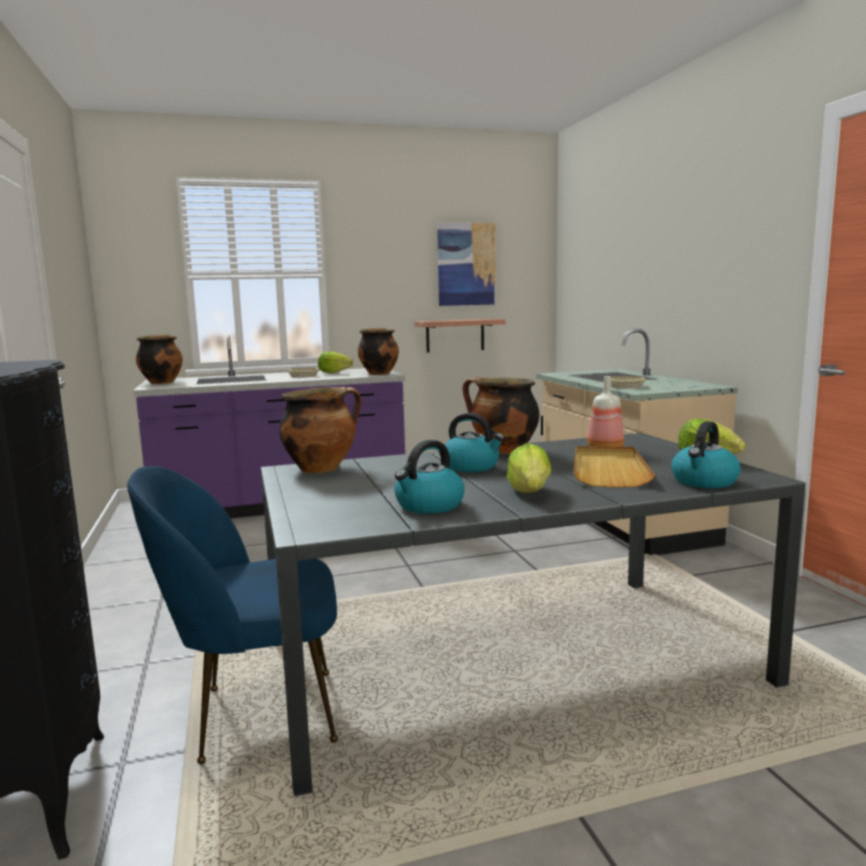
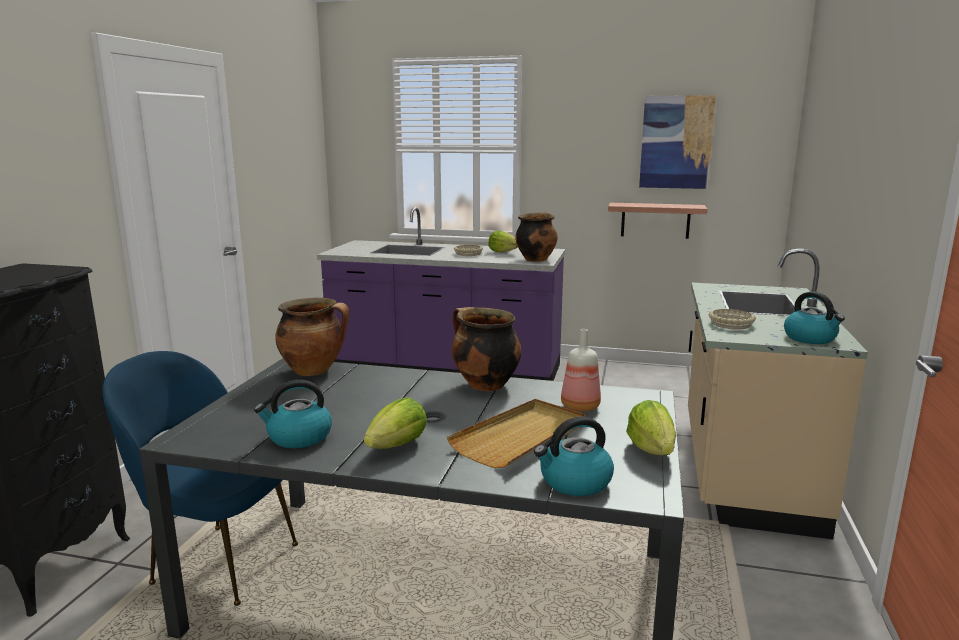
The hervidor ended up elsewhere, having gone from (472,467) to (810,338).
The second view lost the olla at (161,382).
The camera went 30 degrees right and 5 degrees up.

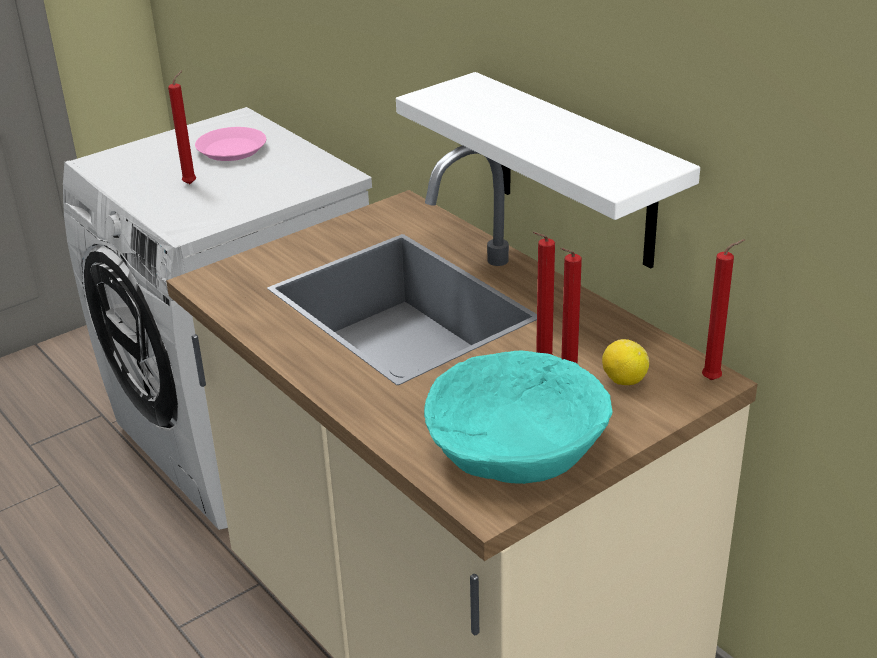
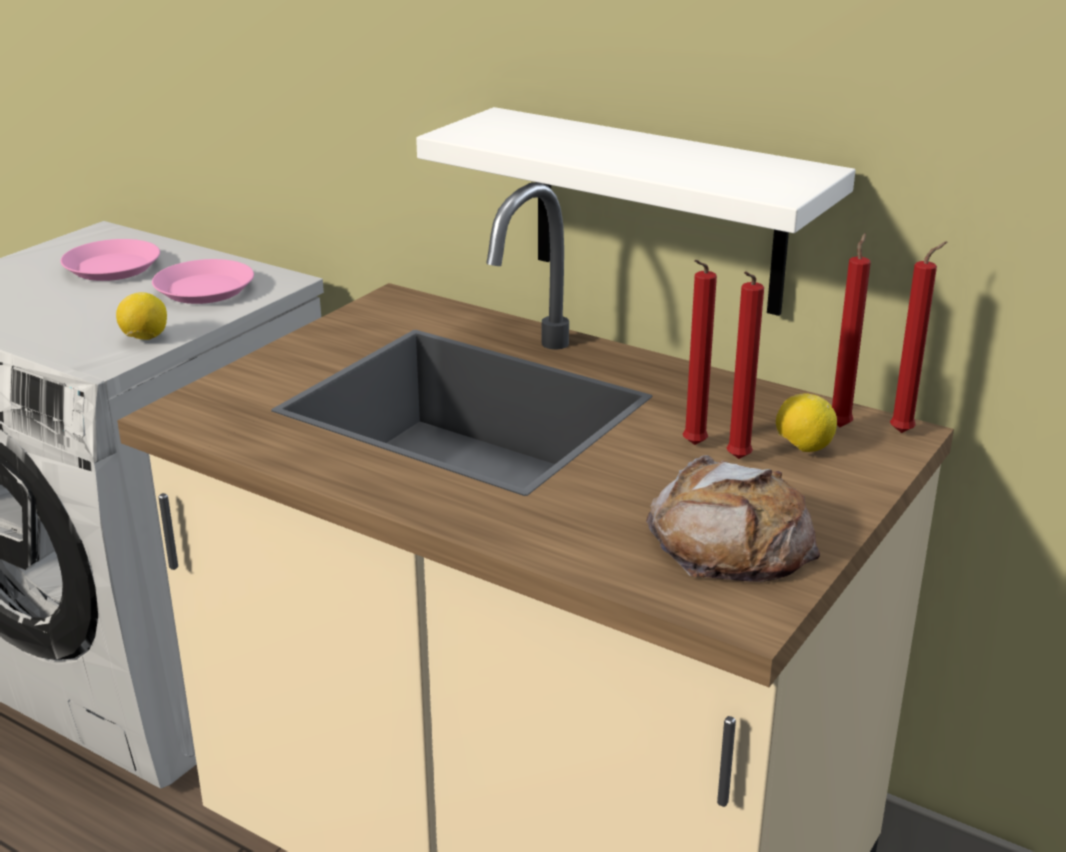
The second view gained the limón at (145,338).
The second view gained the plato [rosa] at (204,289).
Where the cuenco [turquesa] stood at (518,446), the pan came to stand at (732,539).
The vela [rojo] ended up elsewhere, having gone from (191,183) to (840,425).
The camera went 20 degrees left and 5 degrees down.

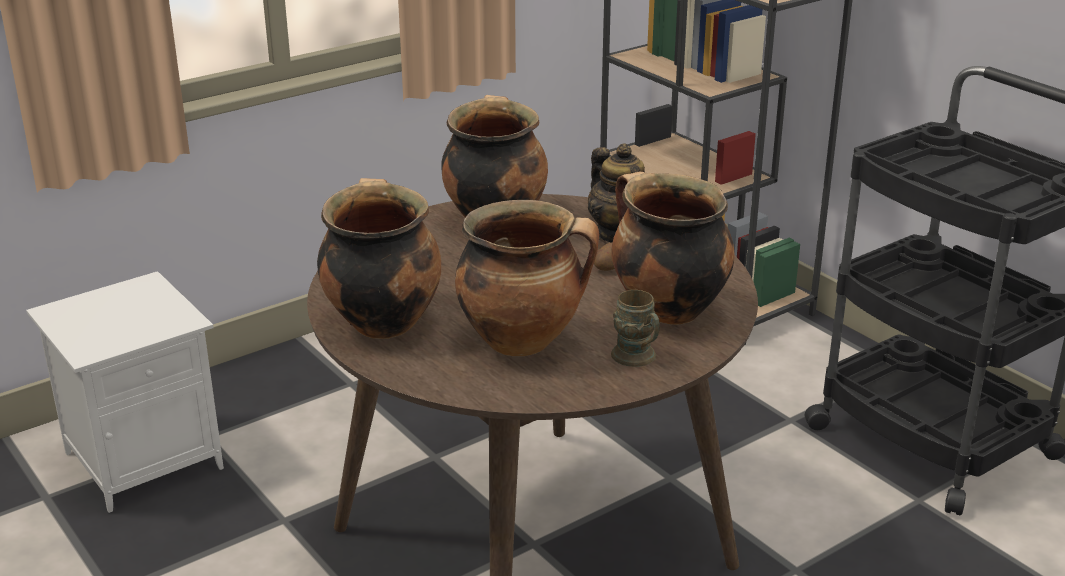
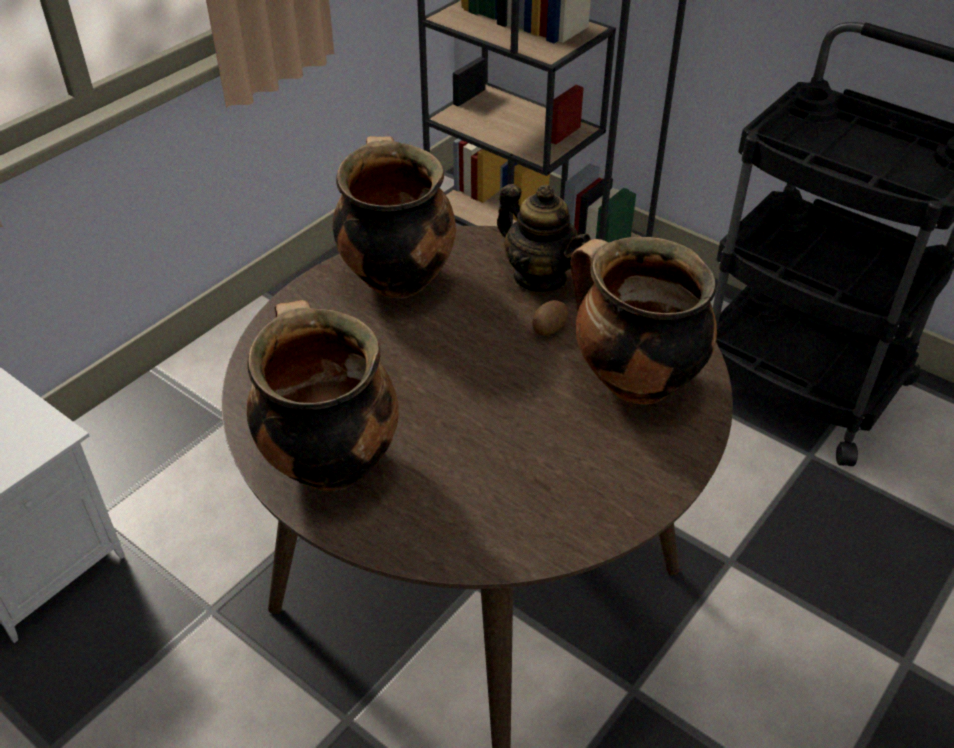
The second view lost the olla at (523,341).
The second view lost the taza grande [marrón] at (638,359).
The camera went 15 degrees left and 15 degrees up.

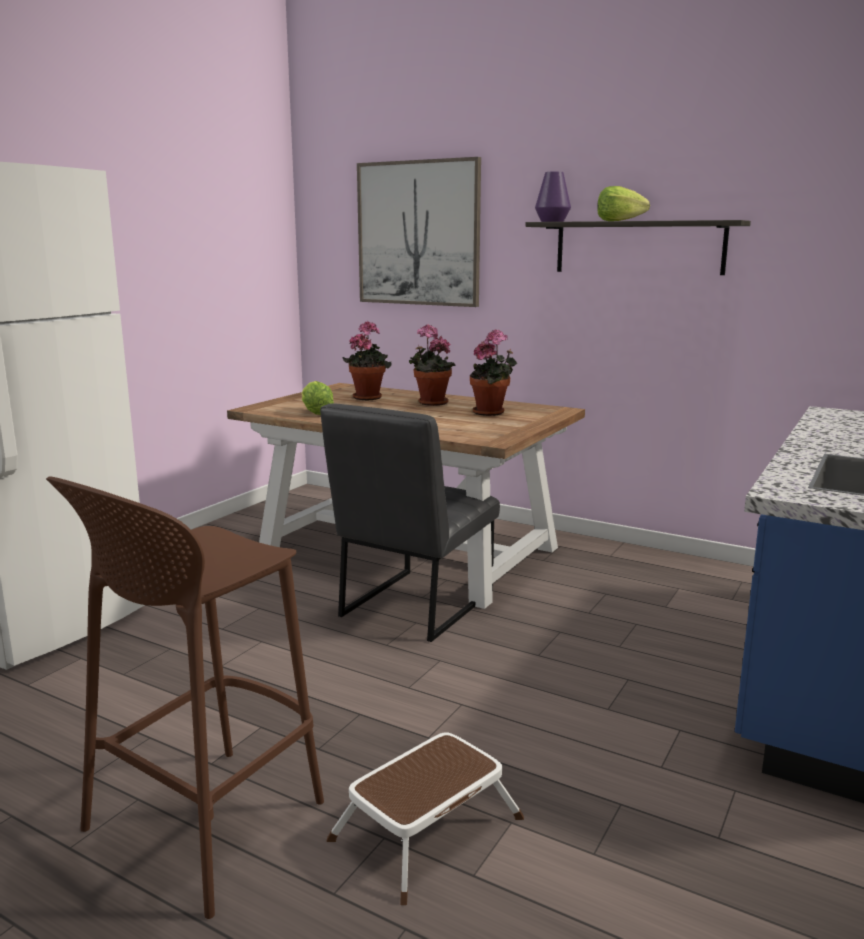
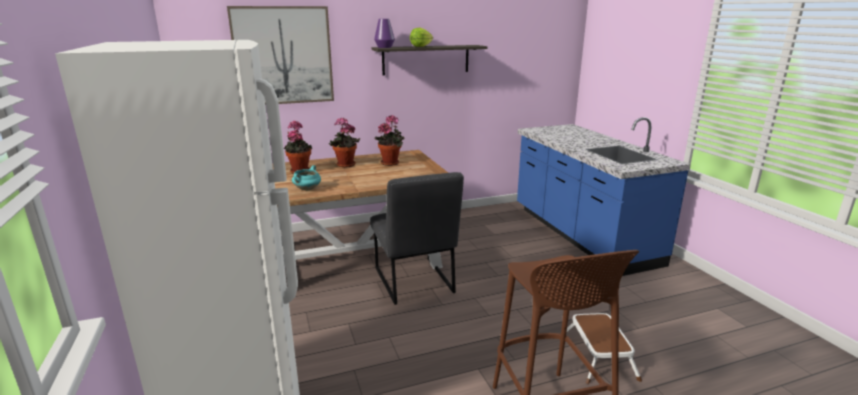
Where the lechuga stood at (316,412), the olla [turquesa] came to stand at (307,189).
The camera went 50 degrees left and 5 degrees up.

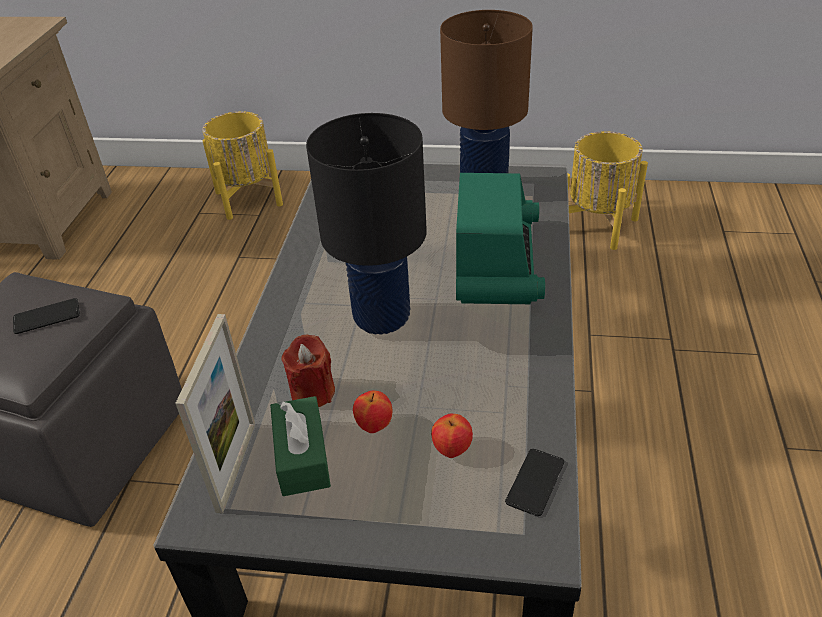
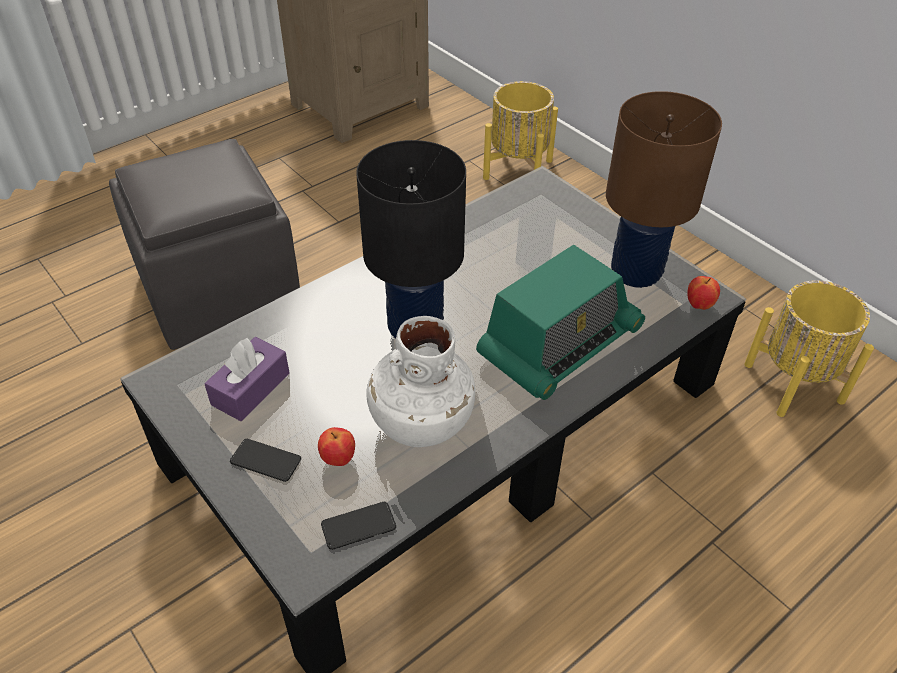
What was the caja de pañuelos [verde] at (302,457) turned into the caja de pañuelos [morado] at (250,389).
The móvil ended up elsewhere, having gone from (47,317) to (265,460).
The second view gained the florero [blanco] at (420,421).
The manzana ended up elsewhere, having gone from (374,426) to (699,305).
The second view lost the portarretratos at (236,465).
The second view lost the vela [rojo] at (312,392).
The camera went 40 degrees right and 5 degrees up.

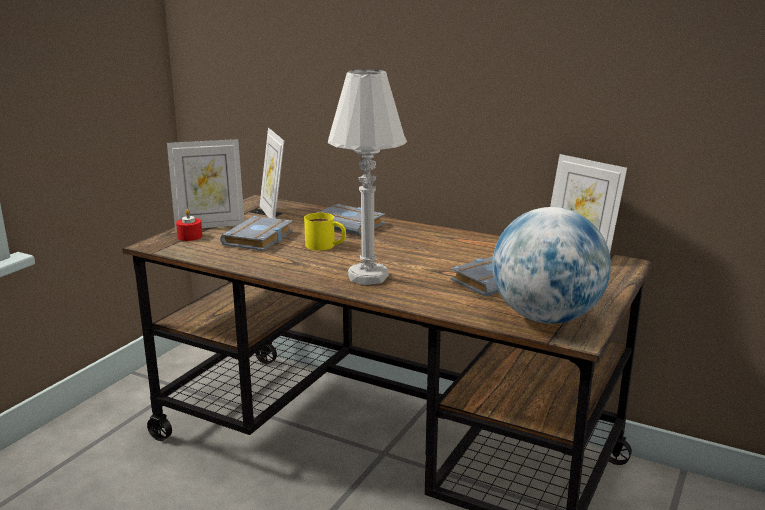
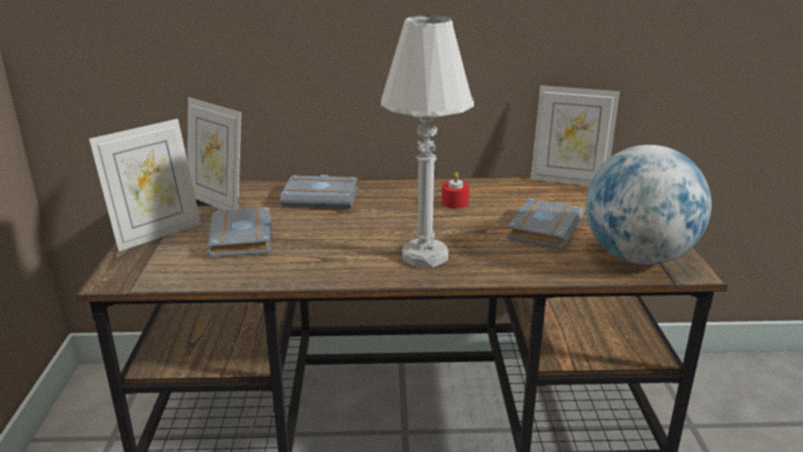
The vela [rojo] ended up elsewhere, having gone from (190,236) to (455,202).
The second view lost the taza grande [amarillo] at (325,245).
The camera went 30 degrees left and 5 degrees up.

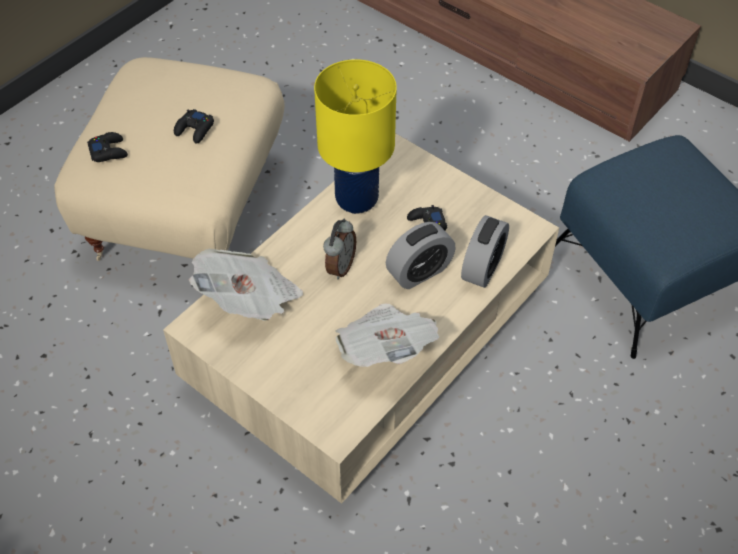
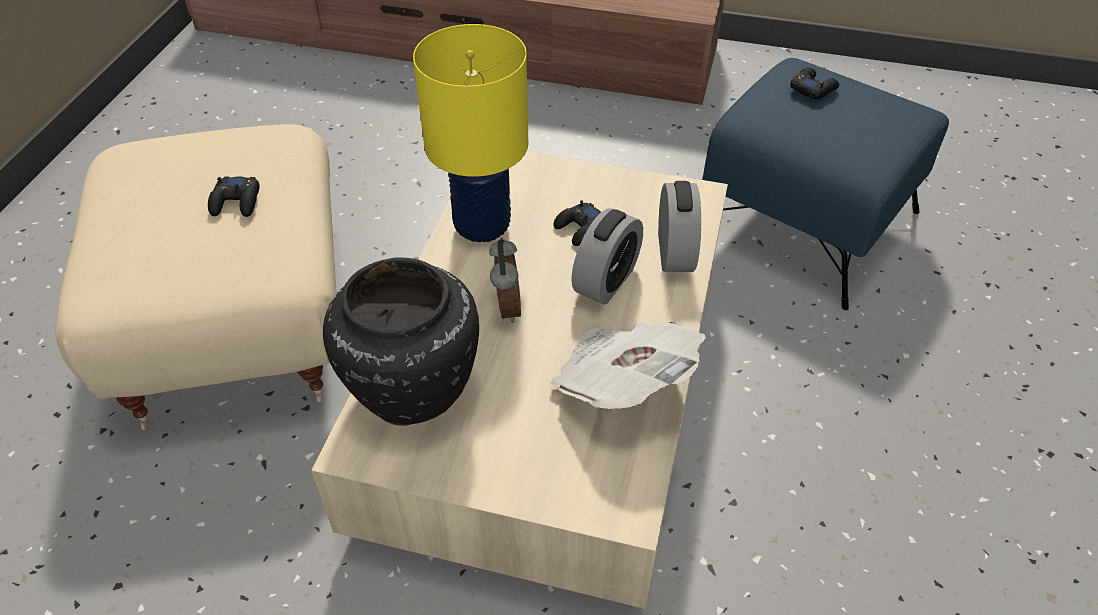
Where the periódico stood at (250,300), the florero [negro] came to stand at (413,388).
The mando de consola [negro] ended up elsewhere, having gone from (109,151) to (812,88).
The camera went 25 degrees left and 5 degrees down.

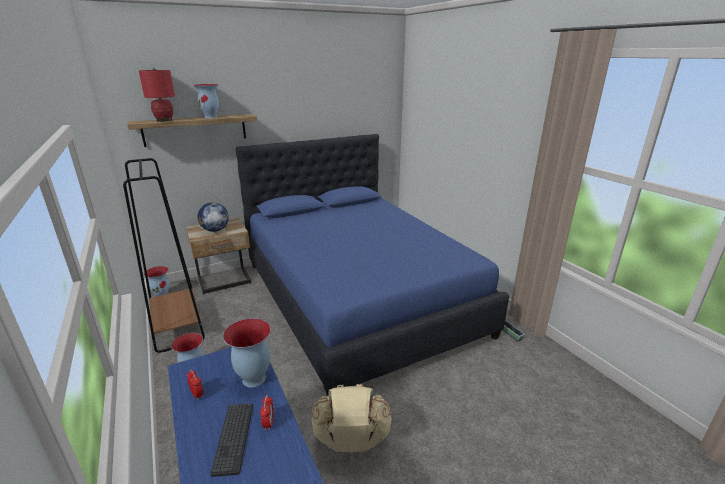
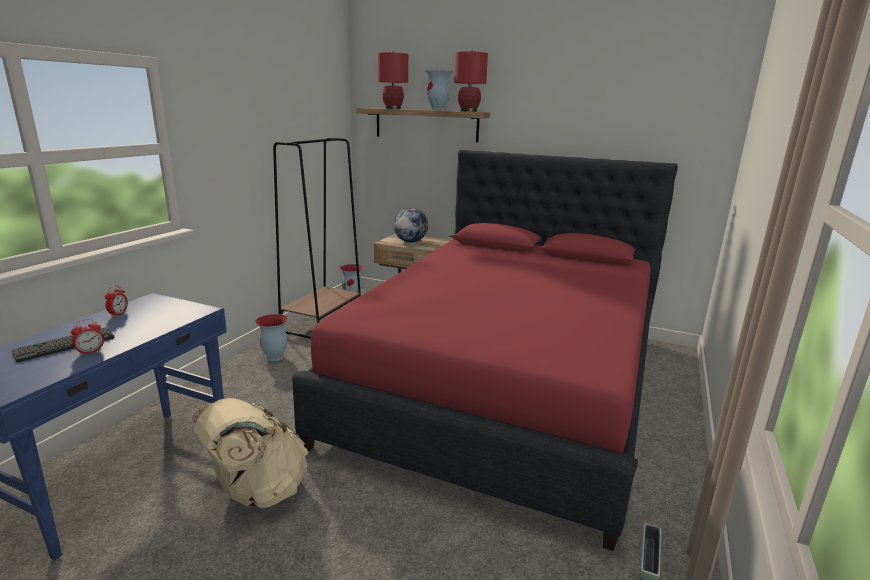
What was the cama [azul] at (358,297) turned into the cama [rojo] at (506,384).
The second view gained the lámpara de mesa [rojo] at (468,111).
The second view lost the florero at (253,379).
The camera went 50 degrees right and 5 degrees down.

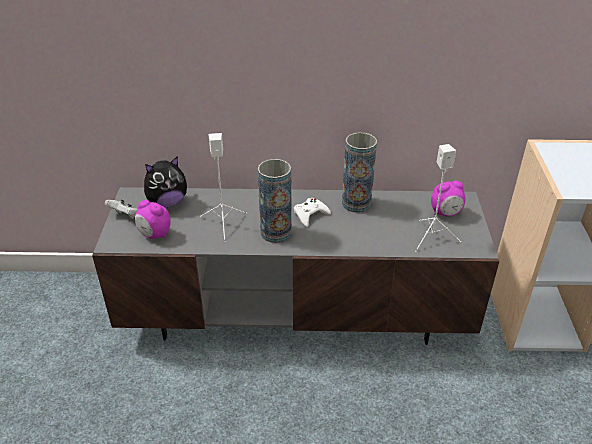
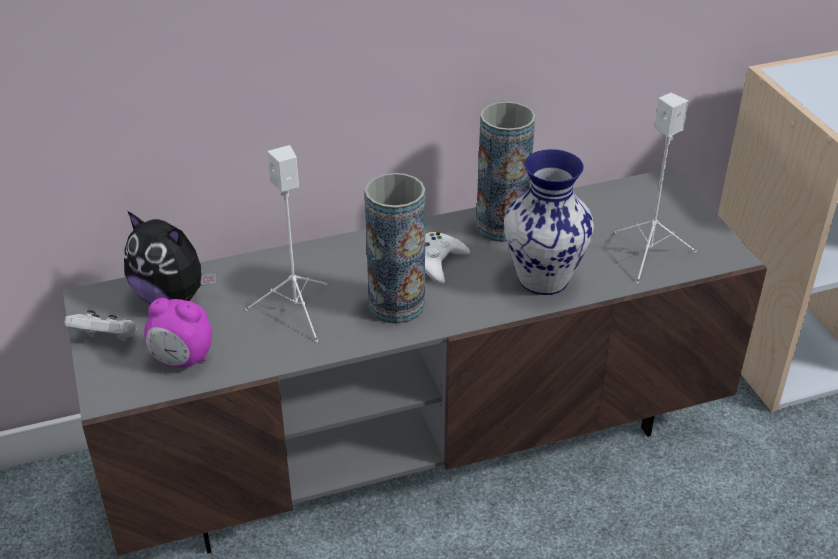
The peluche at (167,202) ended up facing another way, 75 degrees clockwise from before.
The second view gained the florero at (542,278).
The second view lost the despertador at (445,213).
The camera went 20 degrees left and 0 degrees up.

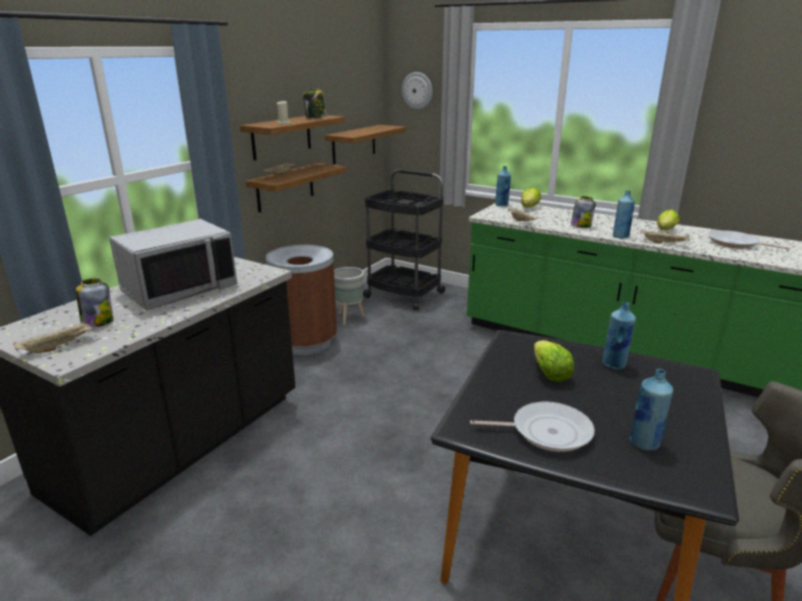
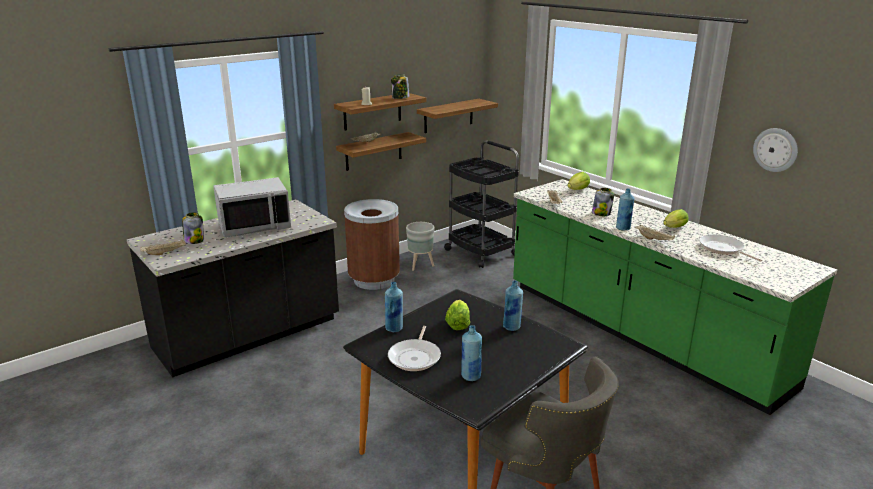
The botella [azul] ended up elsewhere, having gone from (501,205) to (394,328).
The sartén at (546,431) ended up facing another way, 75 degrees clockwise from before.
The reloj de pared ended up elsewhere, having gone from (417,90) to (775,149).
The camera went 20 degrees right and 0 degrees up.

